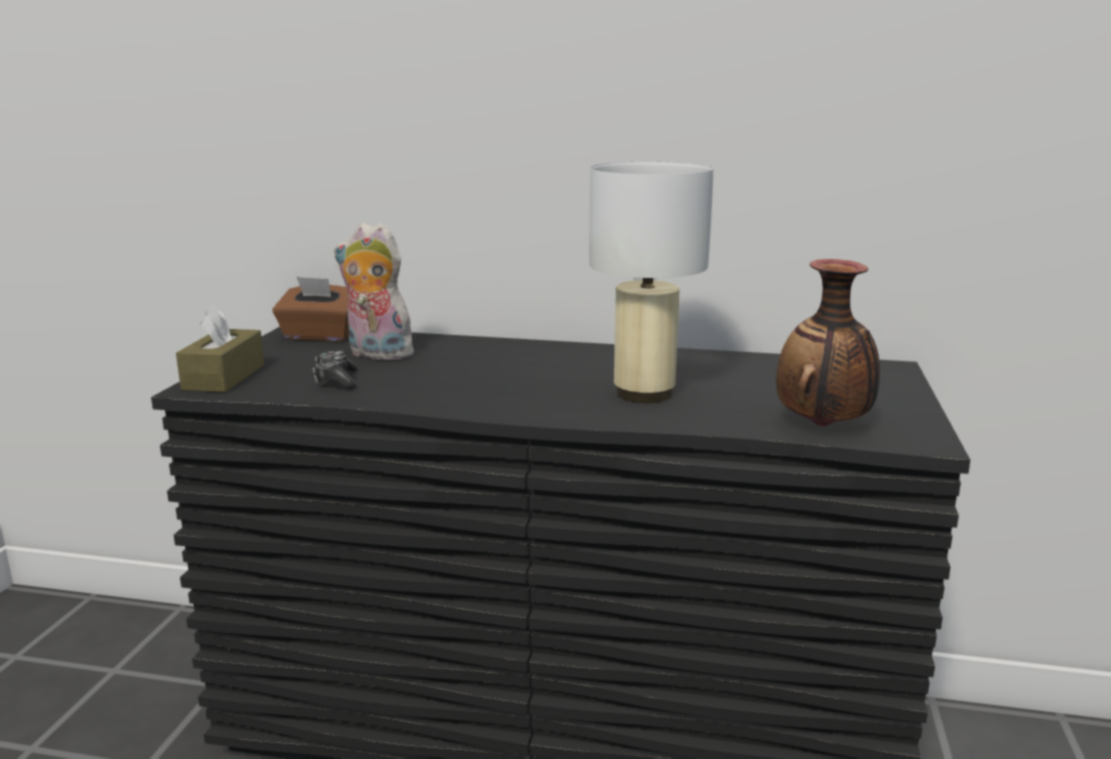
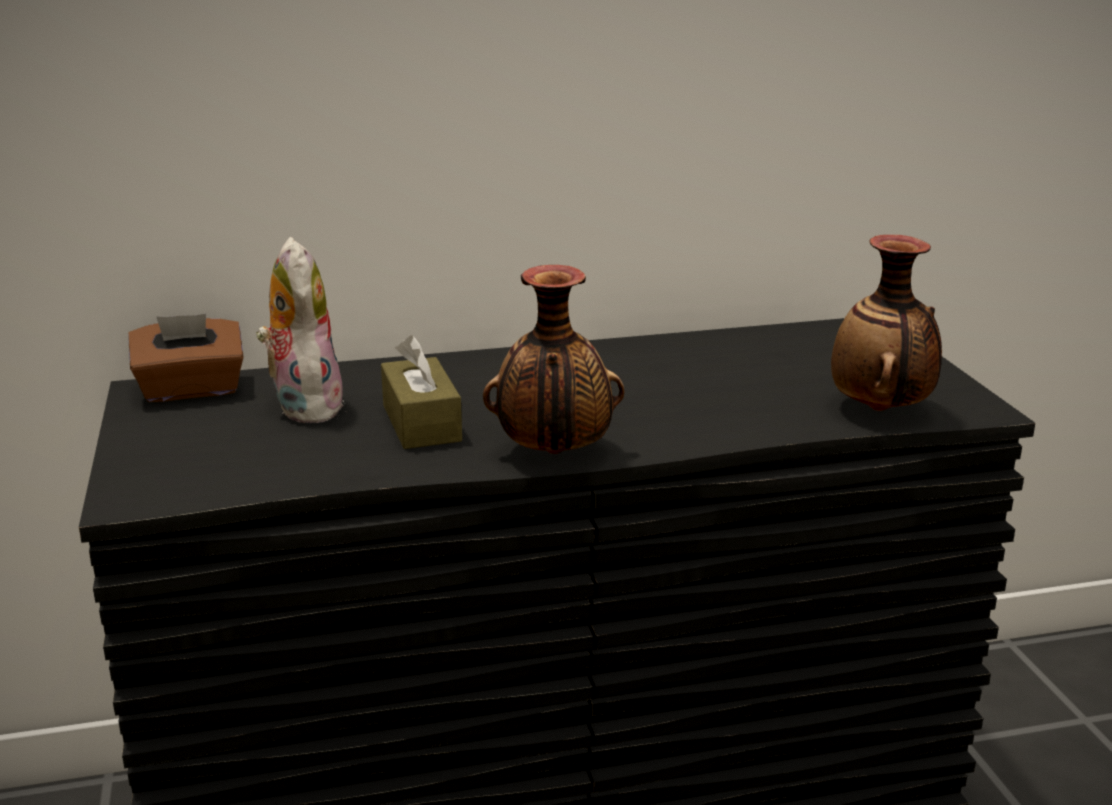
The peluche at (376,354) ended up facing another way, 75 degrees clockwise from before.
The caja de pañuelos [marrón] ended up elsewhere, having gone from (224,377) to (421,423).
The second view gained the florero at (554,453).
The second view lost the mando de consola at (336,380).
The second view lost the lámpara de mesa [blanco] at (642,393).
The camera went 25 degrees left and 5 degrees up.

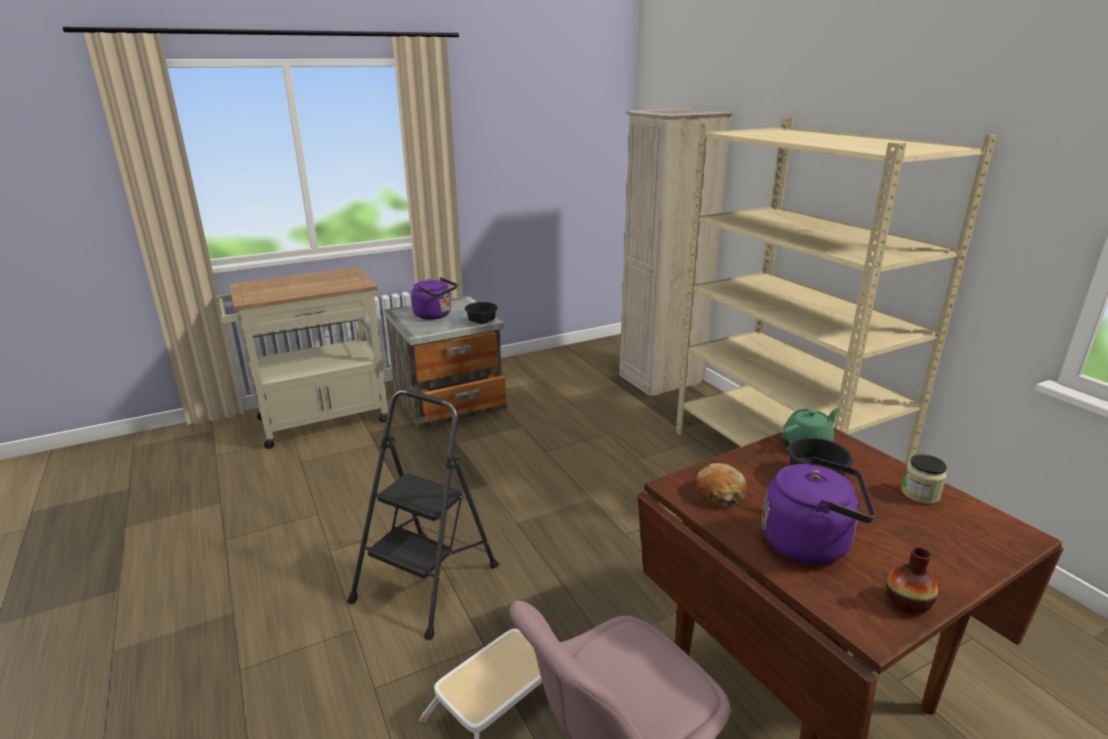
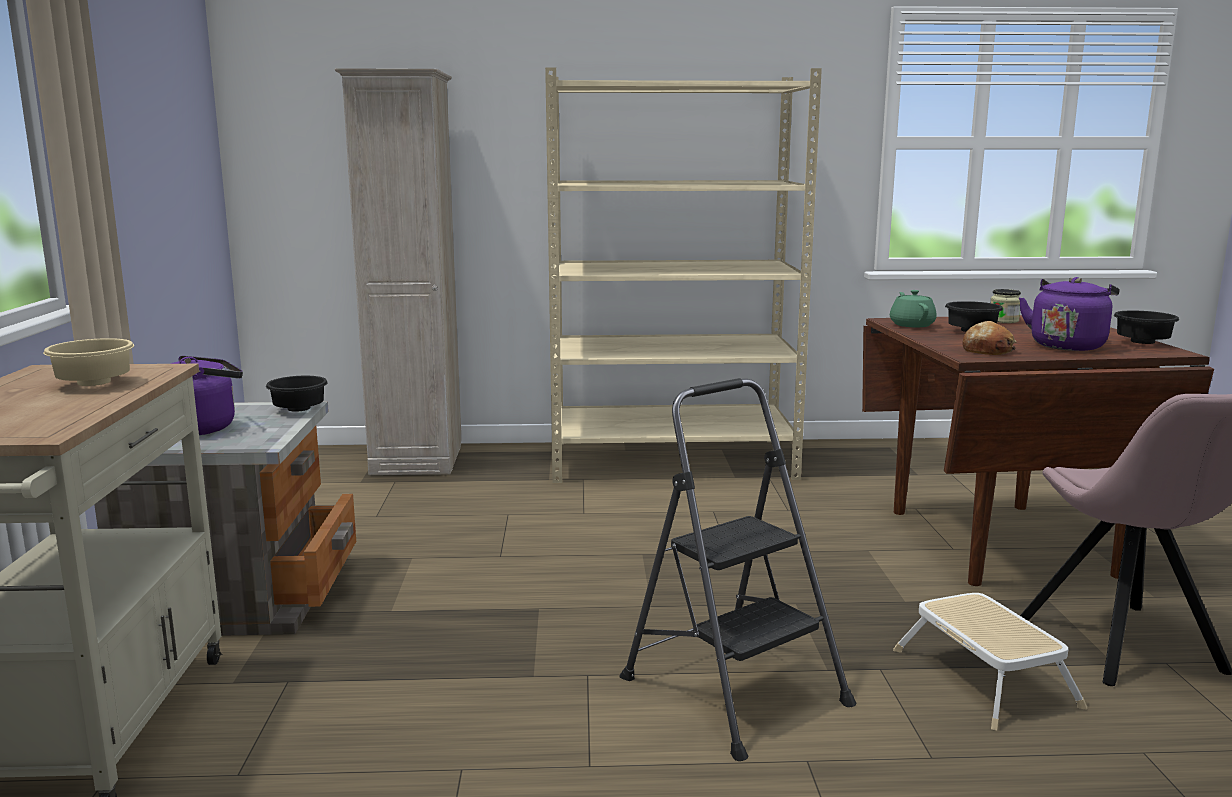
The second view gained the cuenco [beis] at (92,384).
Where the florero stood at (907,602), the cuenco [negro] came to stand at (1141,342).
The camera went 65 degrees left and 10 degrees down.

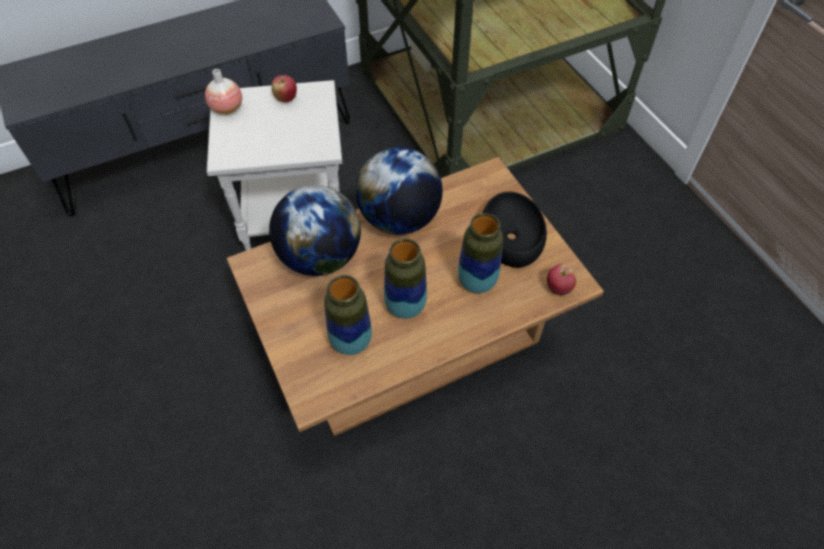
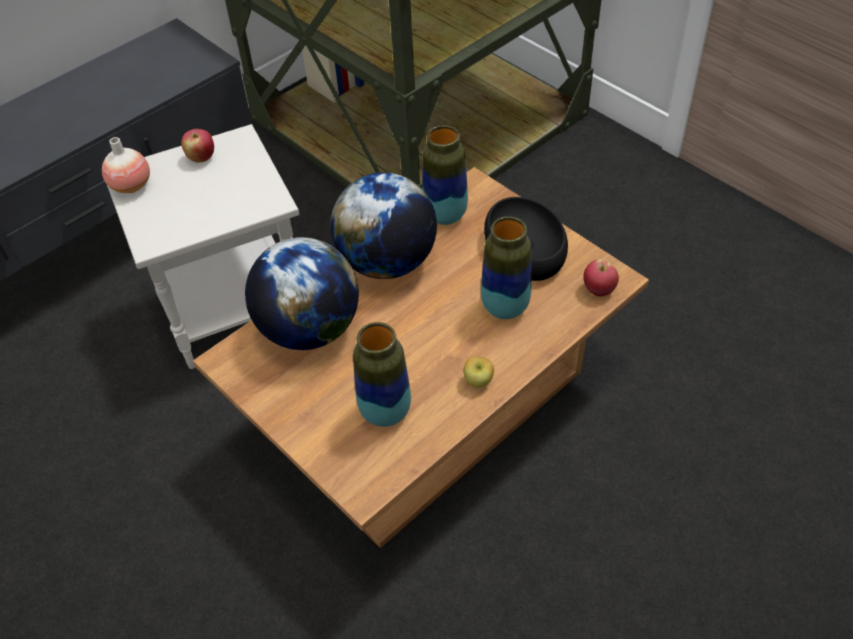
The florero ended up elsewhere, having gone from (405,306) to (445,215).
The second view gained the manzana at (478,381).
The camera went 15 degrees left and 5 degrees down.

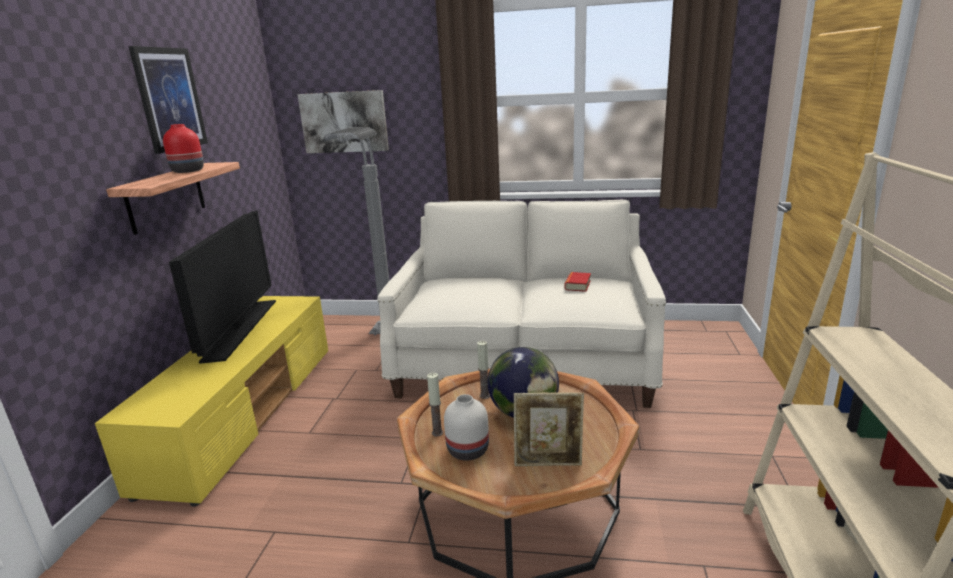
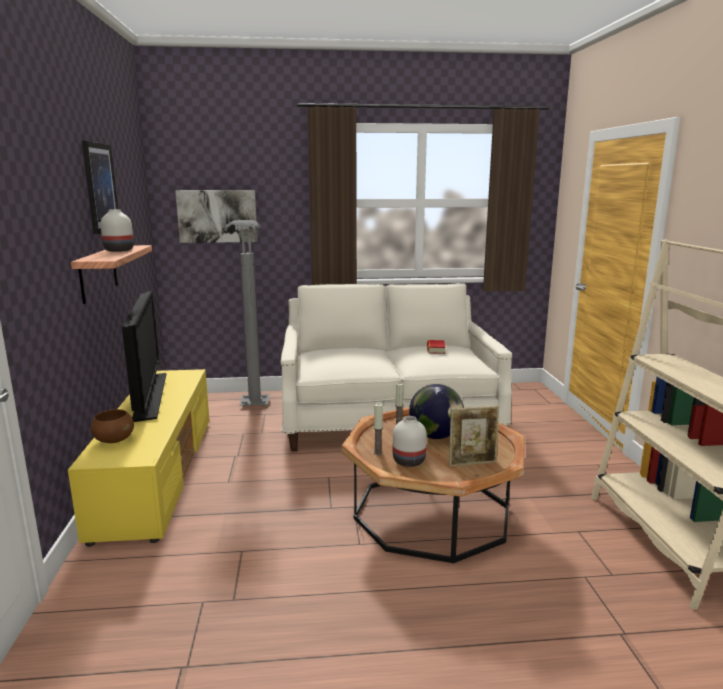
The second view gained the cuenco [marrón] at (114,440).
What was the florero [rojo] at (188,171) turned into the florero [blanco] at (119,250).
The camera went 15 degrees left and 5 degrees down.

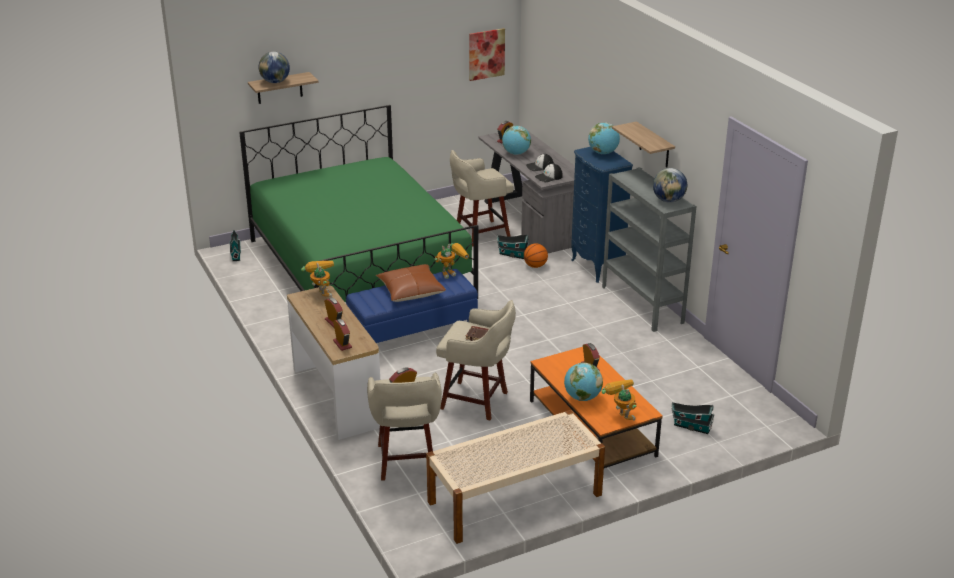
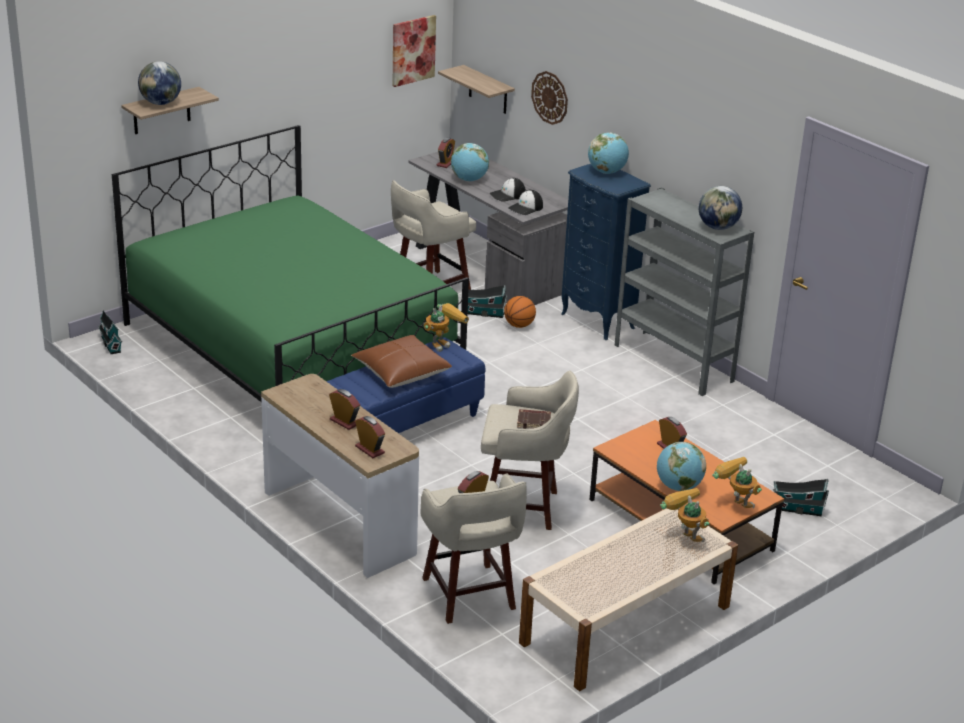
The estante ended up elsewhere, having gone from (654,145) to (488,90).
The second view gained the reloj de pared at (550,97).
The robot de juguete ended up elsewhere, having gone from (320,292) to (683,536).
The camera went 15 degrees left and 0 degrees up.

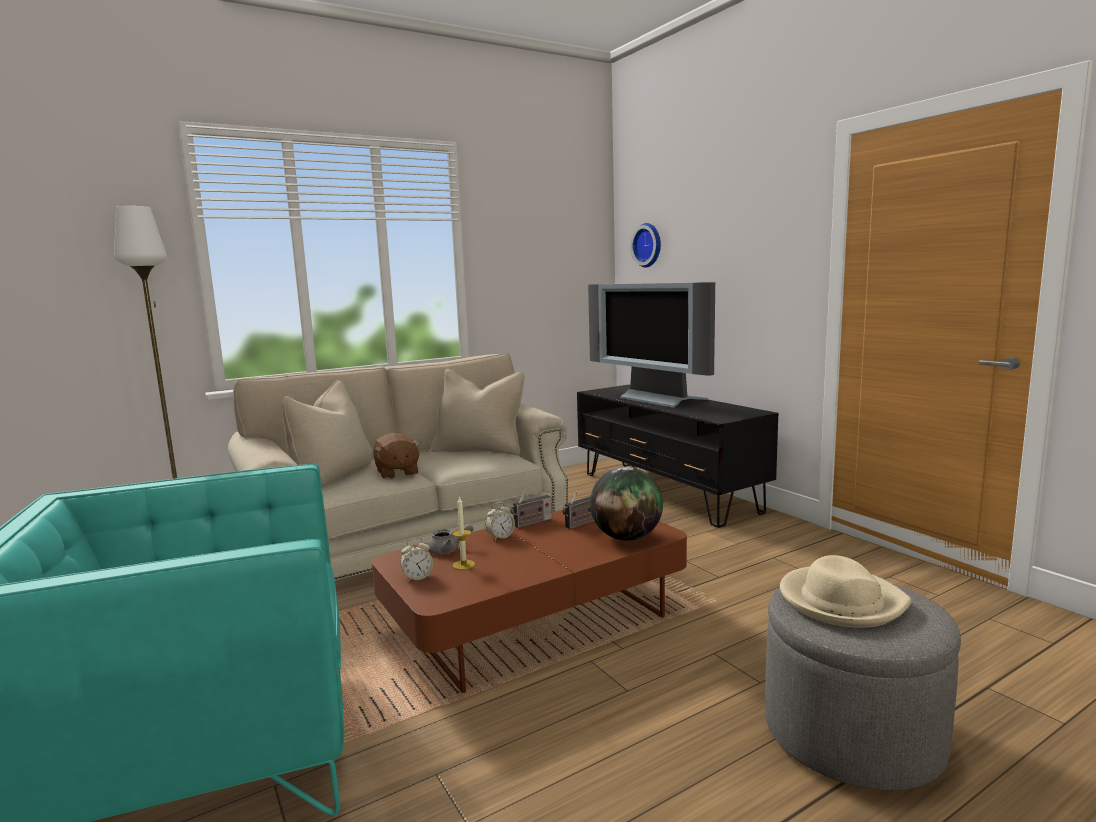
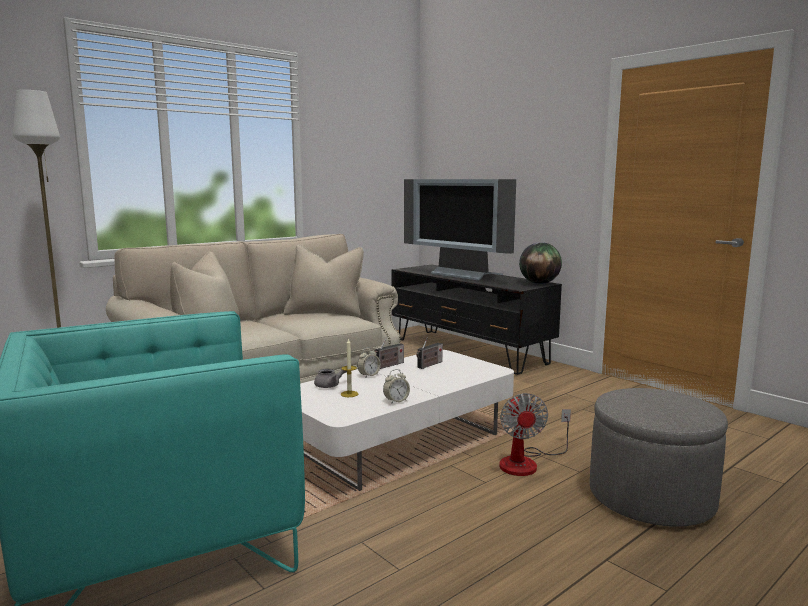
What was the mesa de centro [marrón] at (536,622) turned into the mesa de centro [blanco] at (398,442).
The despertador ended up elsewhere, having gone from (417,577) to (396,401).
The second view gained the ventilador at (527,462).
The globo terráqueo ended up elsewhere, having gone from (626,537) to (539,283).
The second view lost the peluche [marrón] at (397,473).
The second view lost the reloj de pared at (649,245).
The second view lost the sombrero [beis] at (840,601).
The camera went 10 degrees left and 0 degrees up.

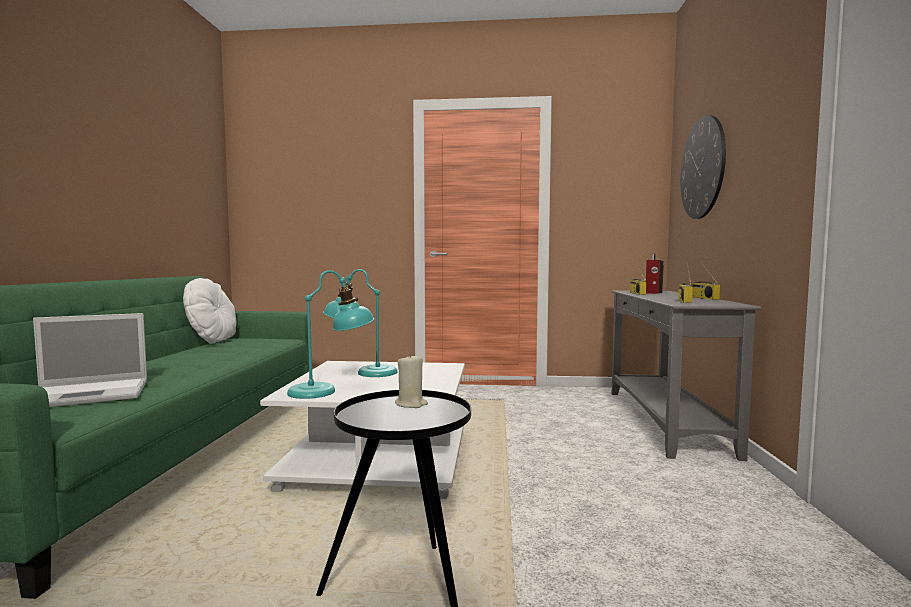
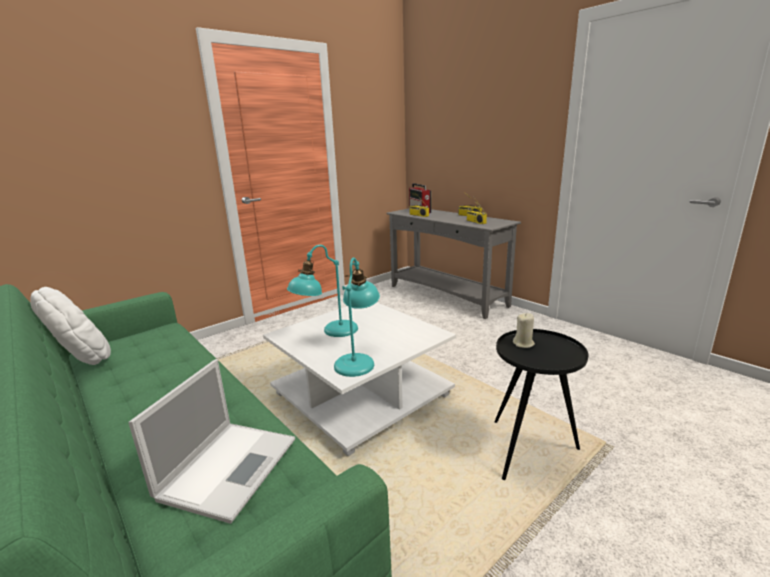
The second view lost the reloj de pared at (702,168).
The camera went 45 degrees left and 15 degrees up.

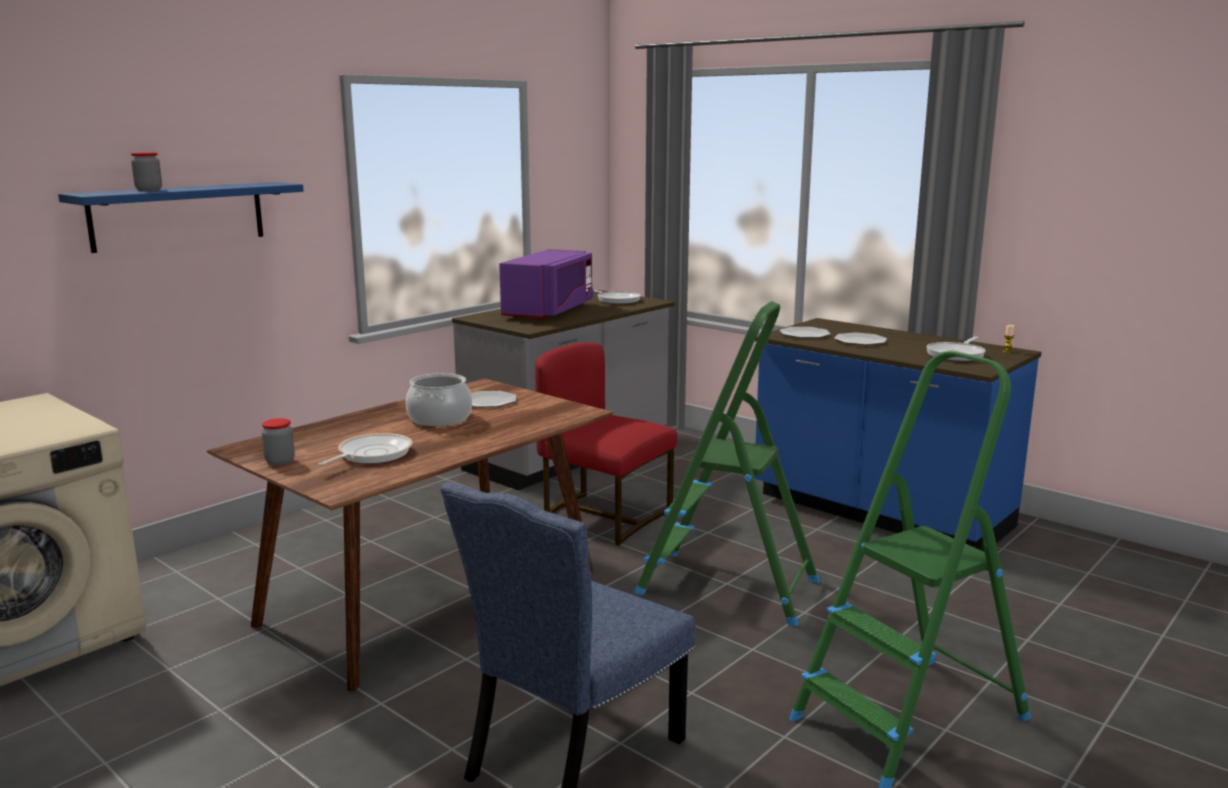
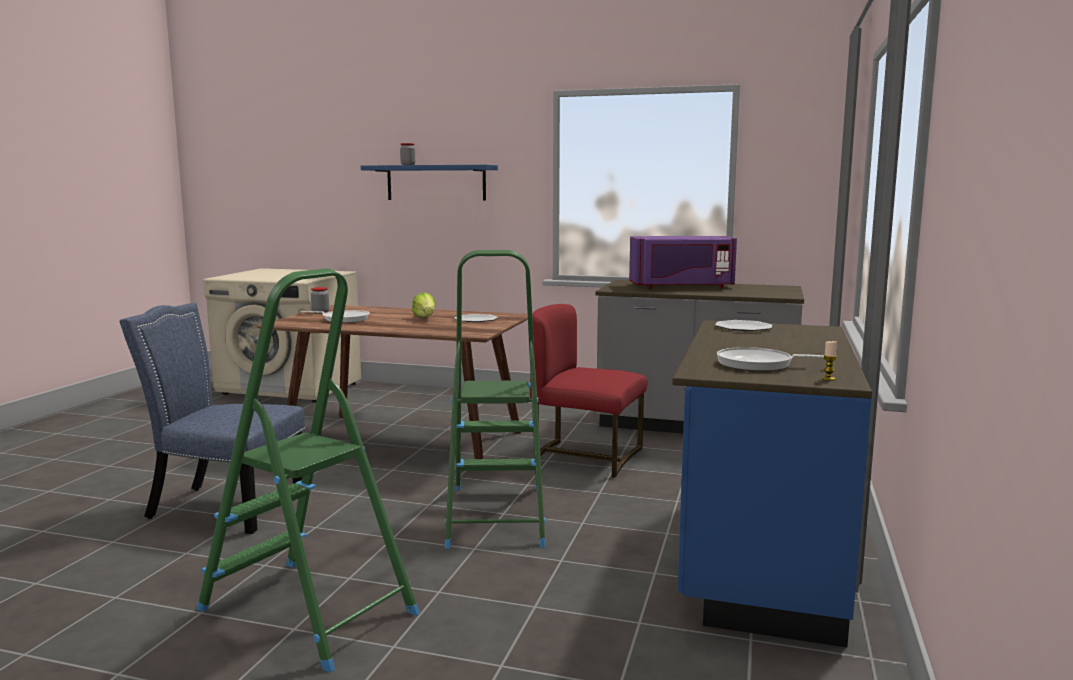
Where the olla stood at (439,418), the lechuga came to stand at (425,318).
The silla [rojo] at (604,516) ended up facing another way, 75 degrees counterclockwise from before.
The second view lost the sartén at (616,300).
The second view lost the plato at (860,341).
The camera went 65 degrees right and 5 degrees down.

